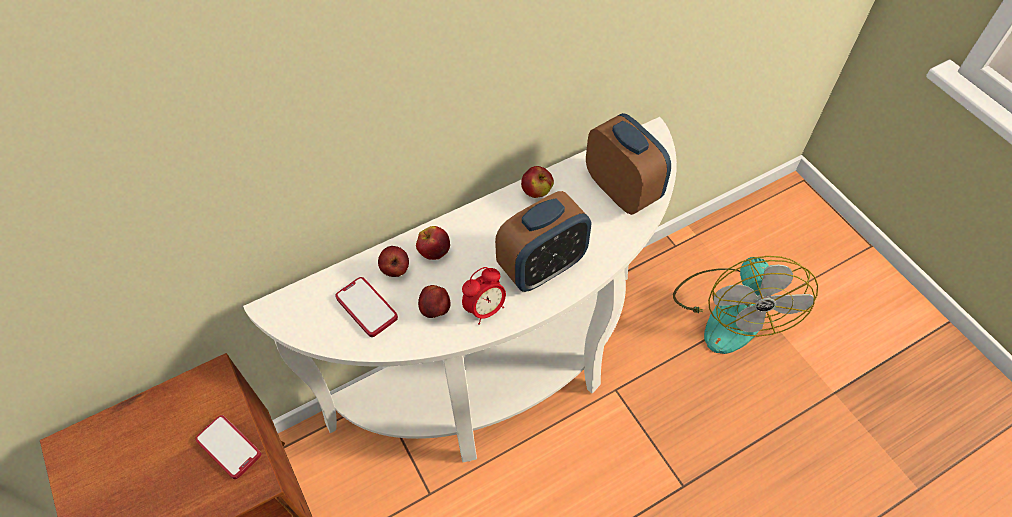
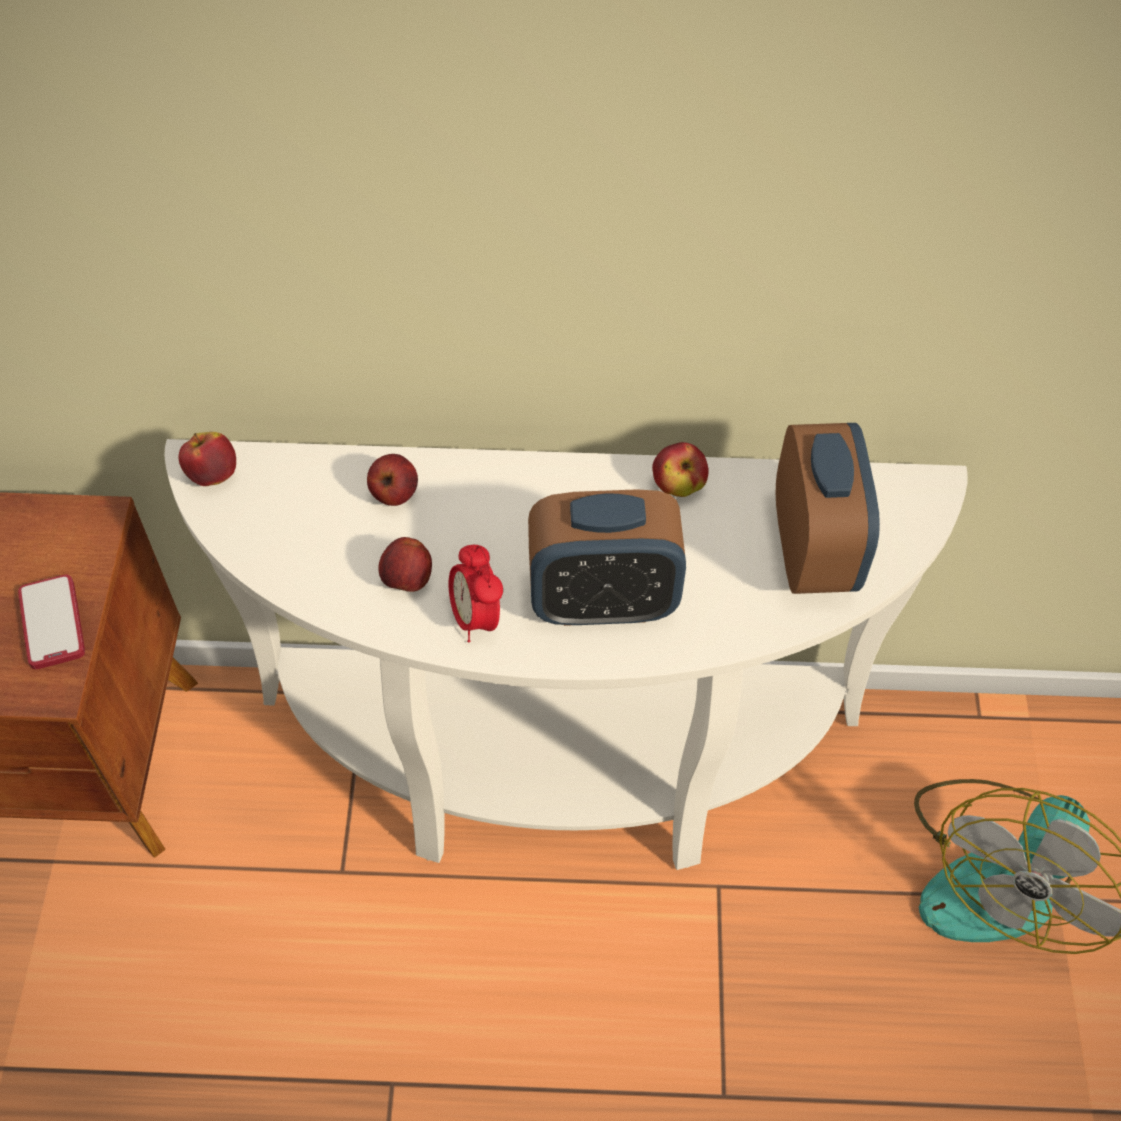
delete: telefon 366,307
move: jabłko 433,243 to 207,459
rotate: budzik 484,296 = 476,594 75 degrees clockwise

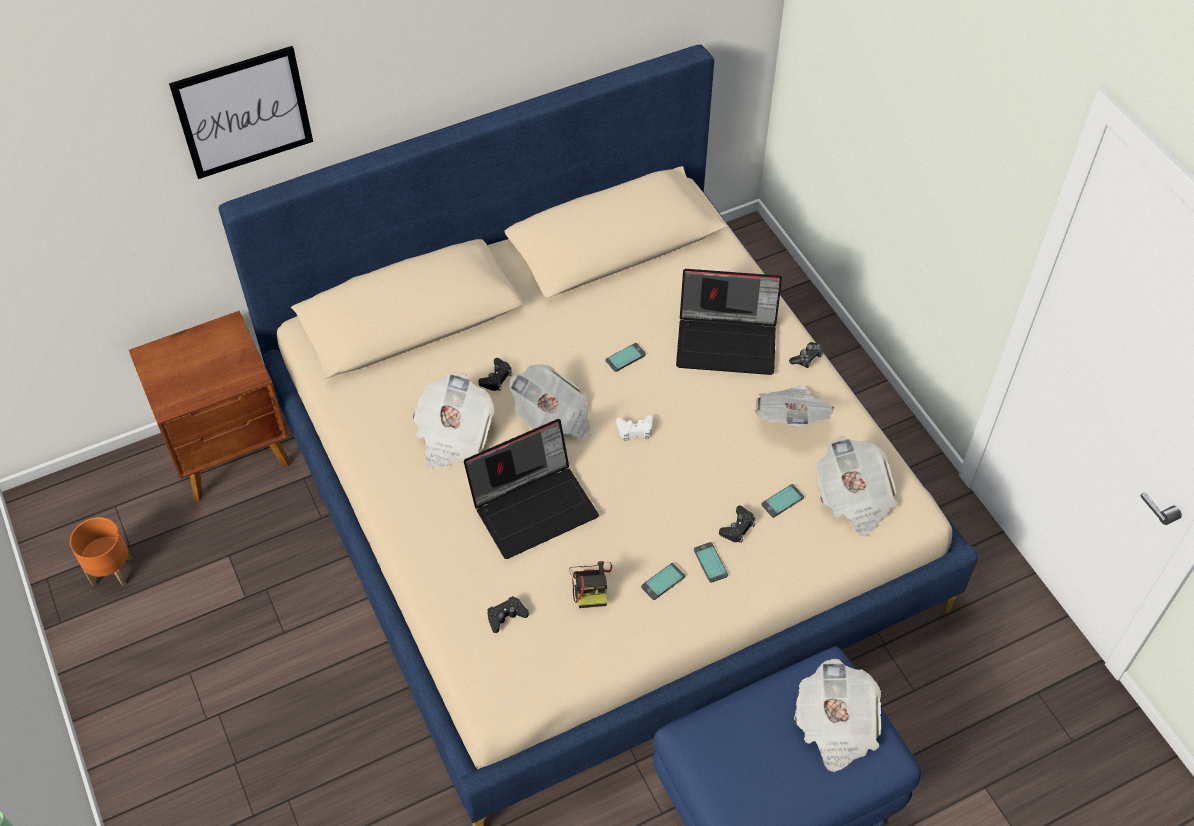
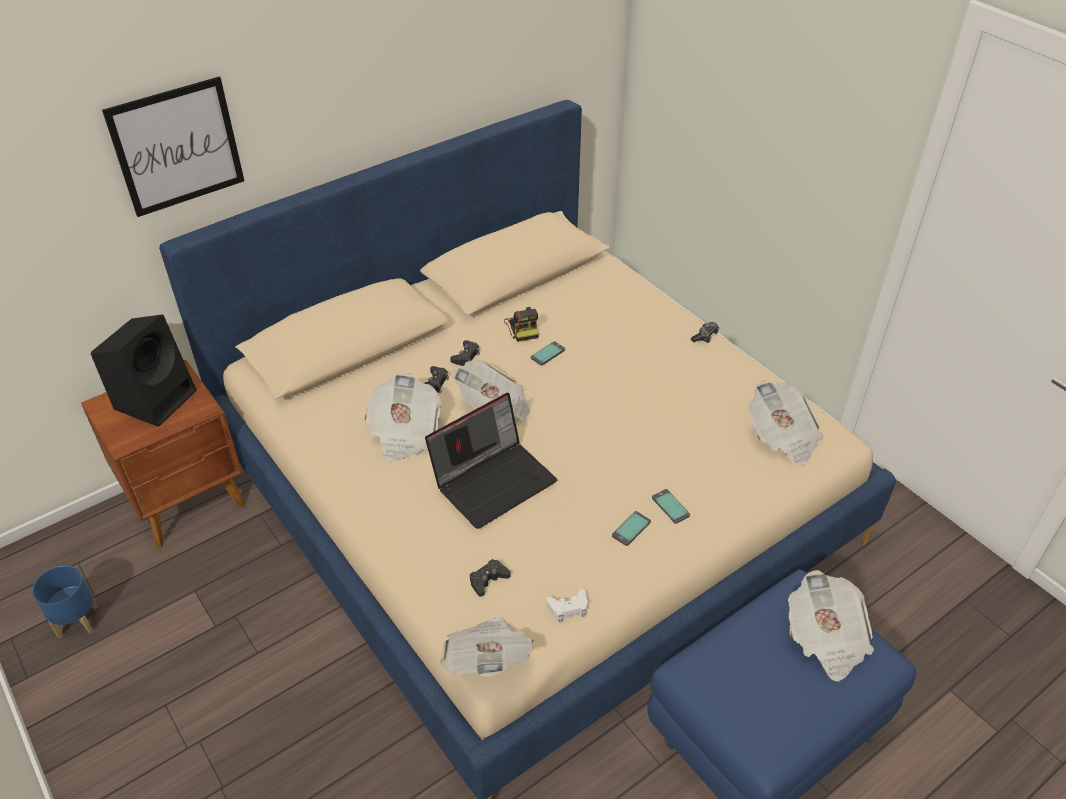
delete: laptop 729,322; telefon 782,501
insert: głośnik (czarny) 144,371
move: aparat fotograficzny 590,584 to 521,324; pad do gier (biały) 634,428 to 567,605; pad do gier (czarny) 737,524 to 465,353; gazeta 795,406 to 487,647
recolor: donica (pomarańczowy) 101,552 to donica (niebieski) 65,601

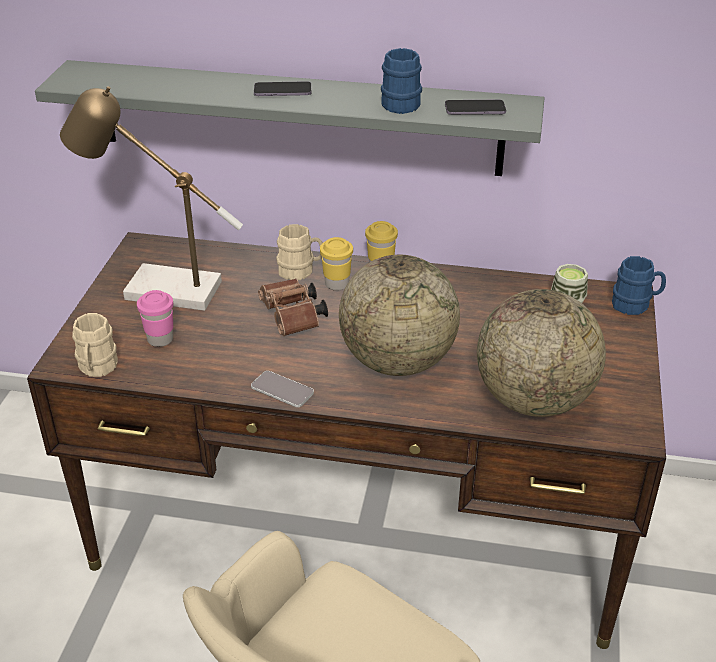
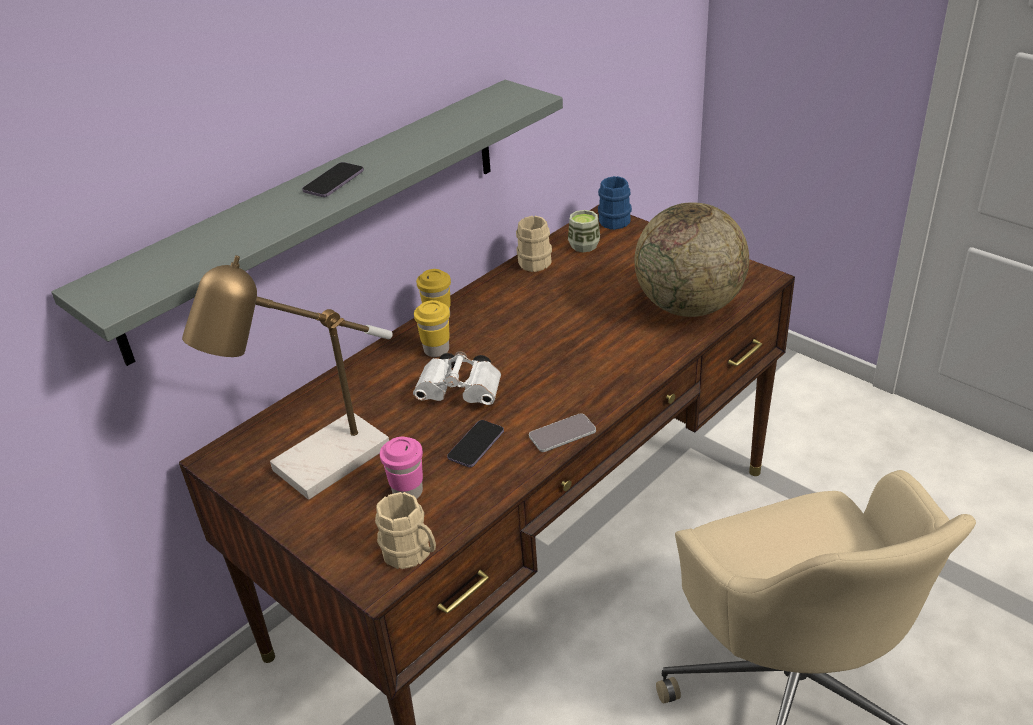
delete: globus 399,315; kubek (niebieski) 401,81
move: kubek (beżowy) 299,252 to 534,244; telefon 475,107 to 475,443
recolor: lornetka (brązowy) 293,307 to lornetka (biały) 457,378

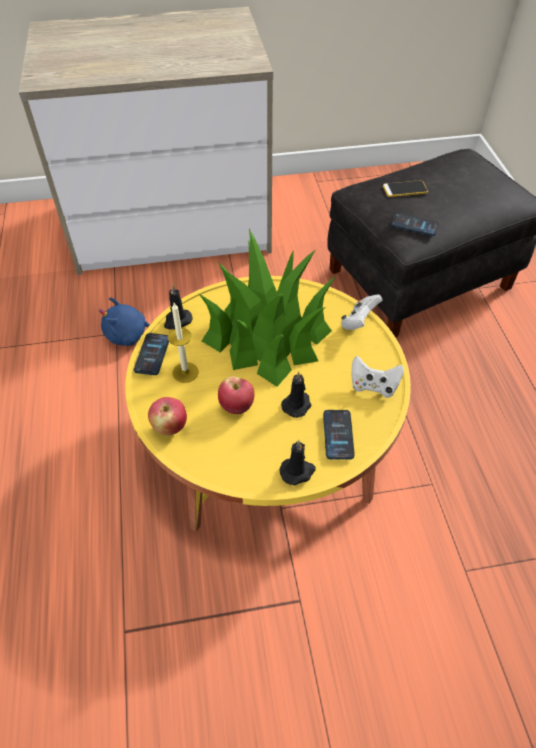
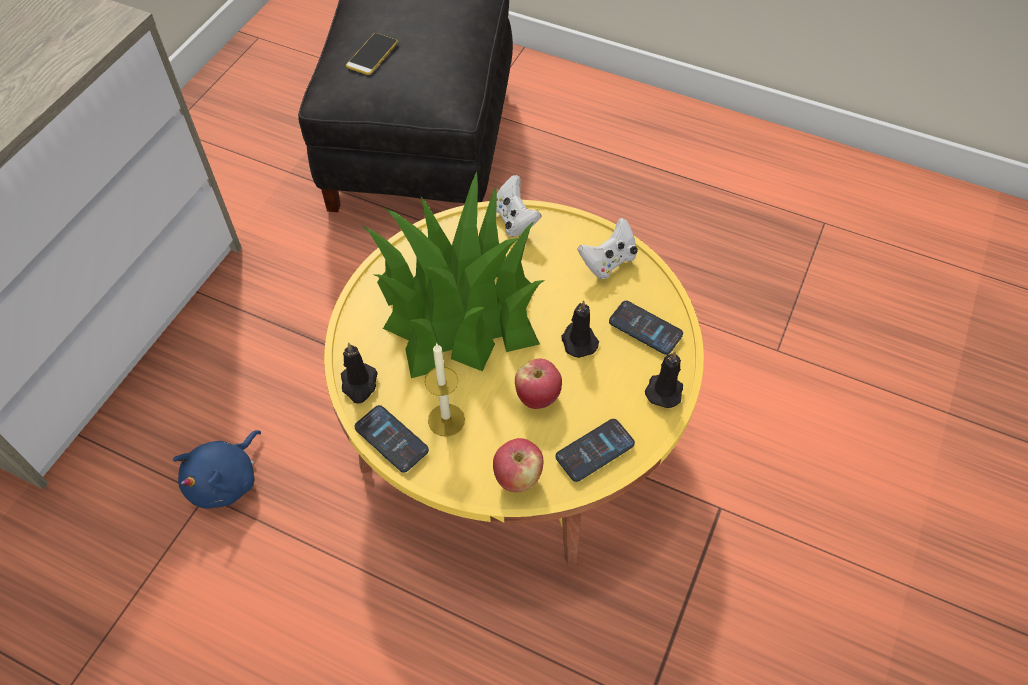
move: telefon 415,224 to 595,450

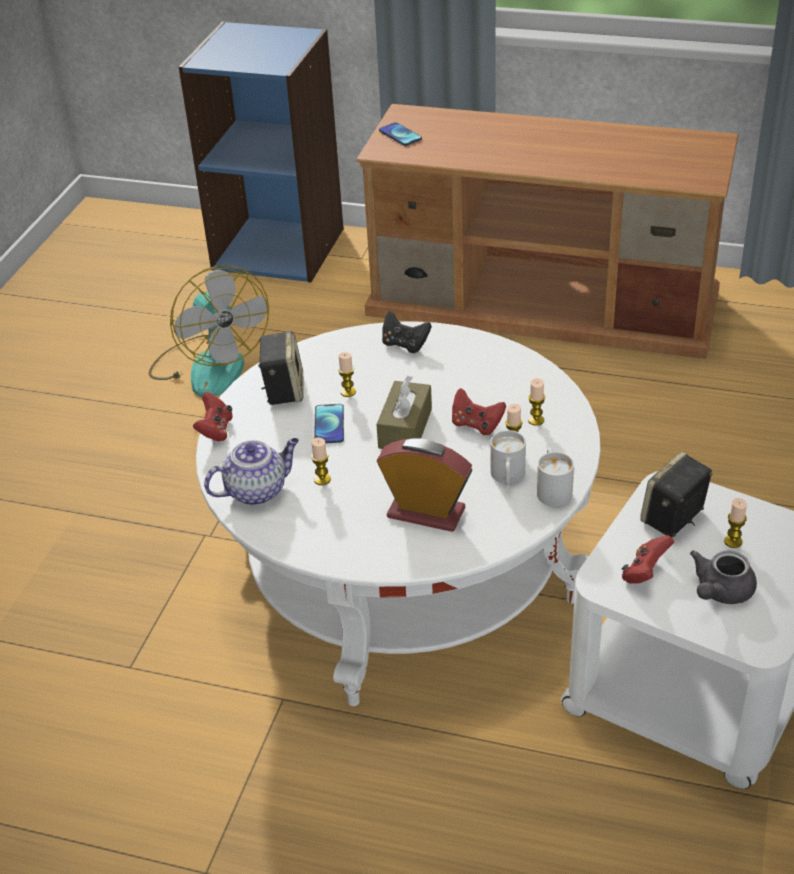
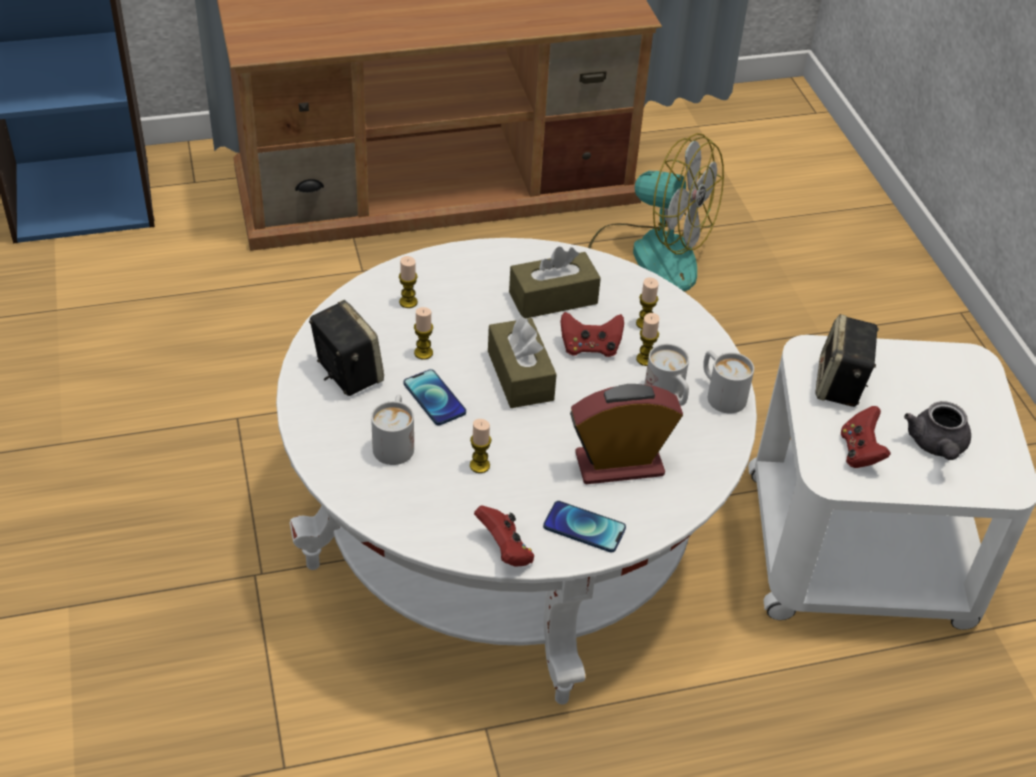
delete: imbryk 251,471; pad do gier (czarny) 407,332
insert: kubek (biały) 392,429; pudełko chusteczek (brązowy) 555,282
move: wentylator 208,331 to 656,212; pad do gier (czerwony) 212,417 to 504,536; telefon 400,134 to 584,527; świeca 735,523 to 408,282

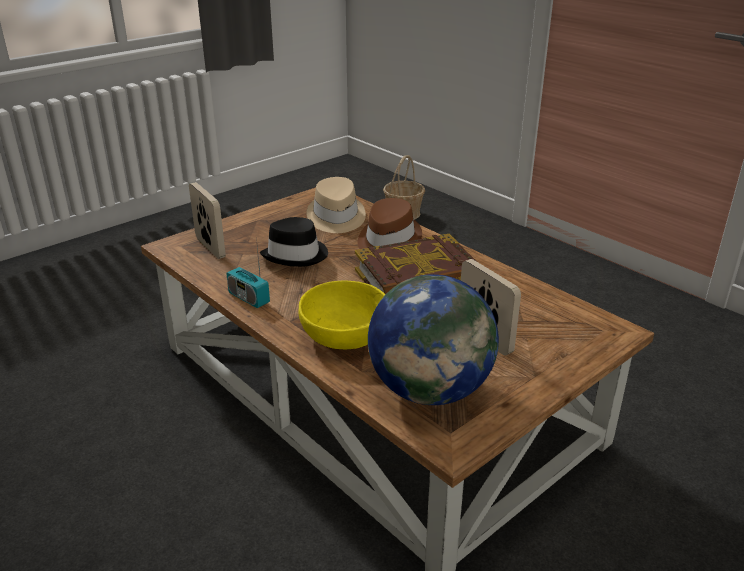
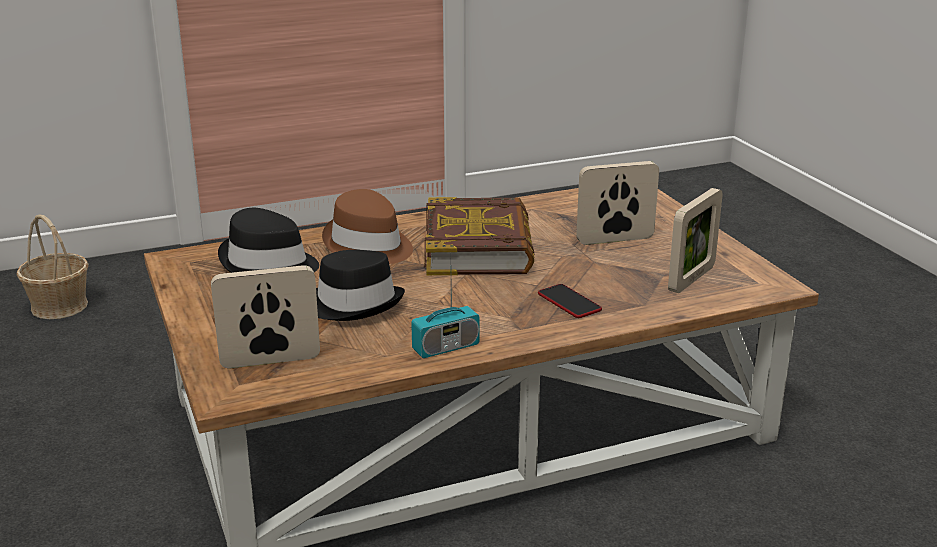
replace: miska (żółty) 342,315 to telefon 570,301; globus 433,339 to ramka na zdjęcie 695,240
recolor: kapelusz (beżowy) 336,205 to kapelusz (czarny) 268,240

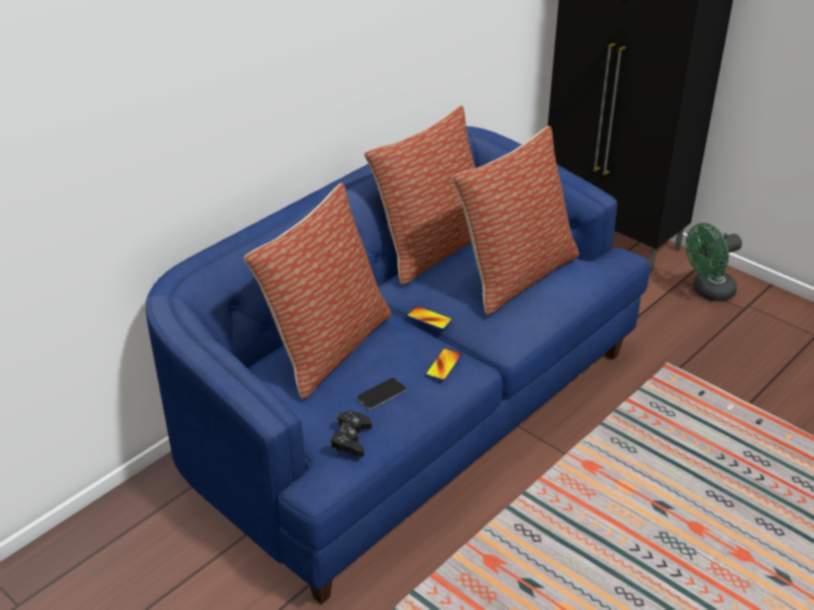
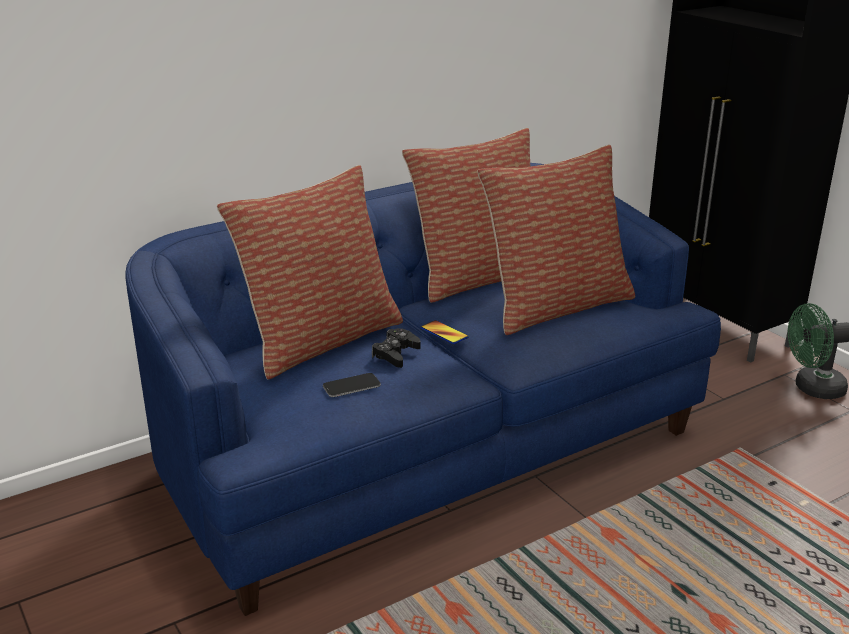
delete: telefon 444,364
move: pad do gier (czarny) 351,434 to 396,348

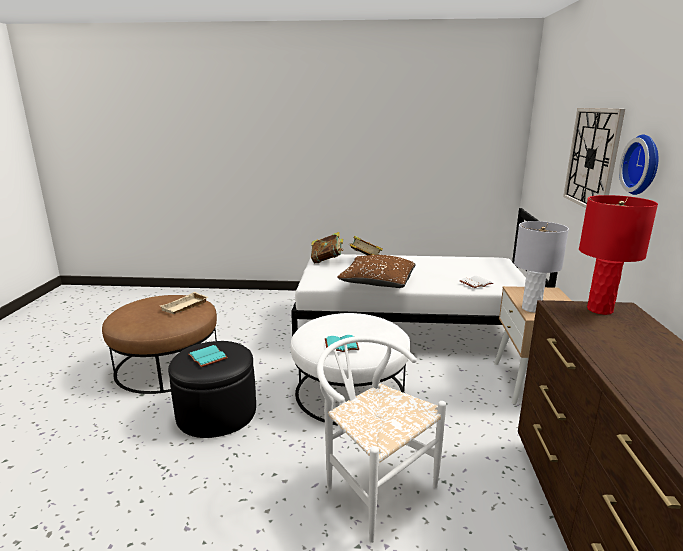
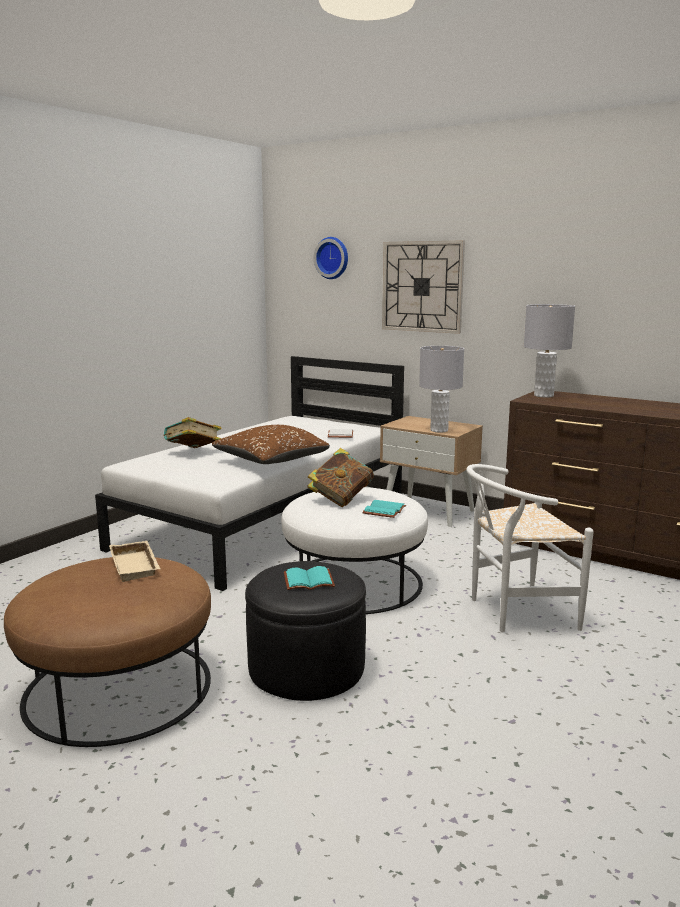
move: książka 327,247 to 340,477; zegar ścienny 638,165 to 331,258
recolor: lampa stołowa (czerwony) 618,255 to lampa stołowa (szary) 549,351

